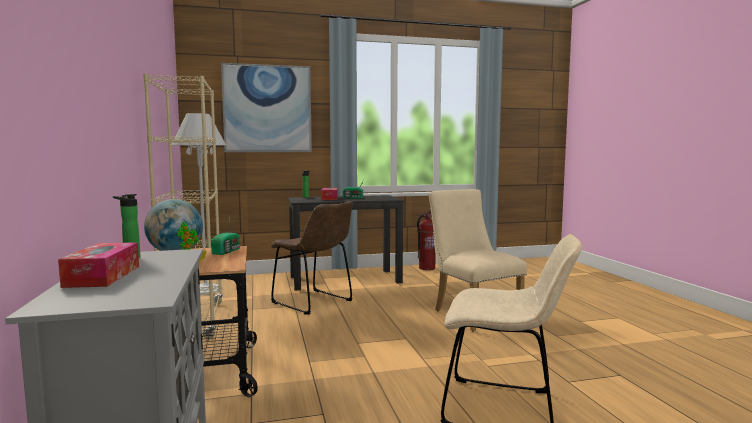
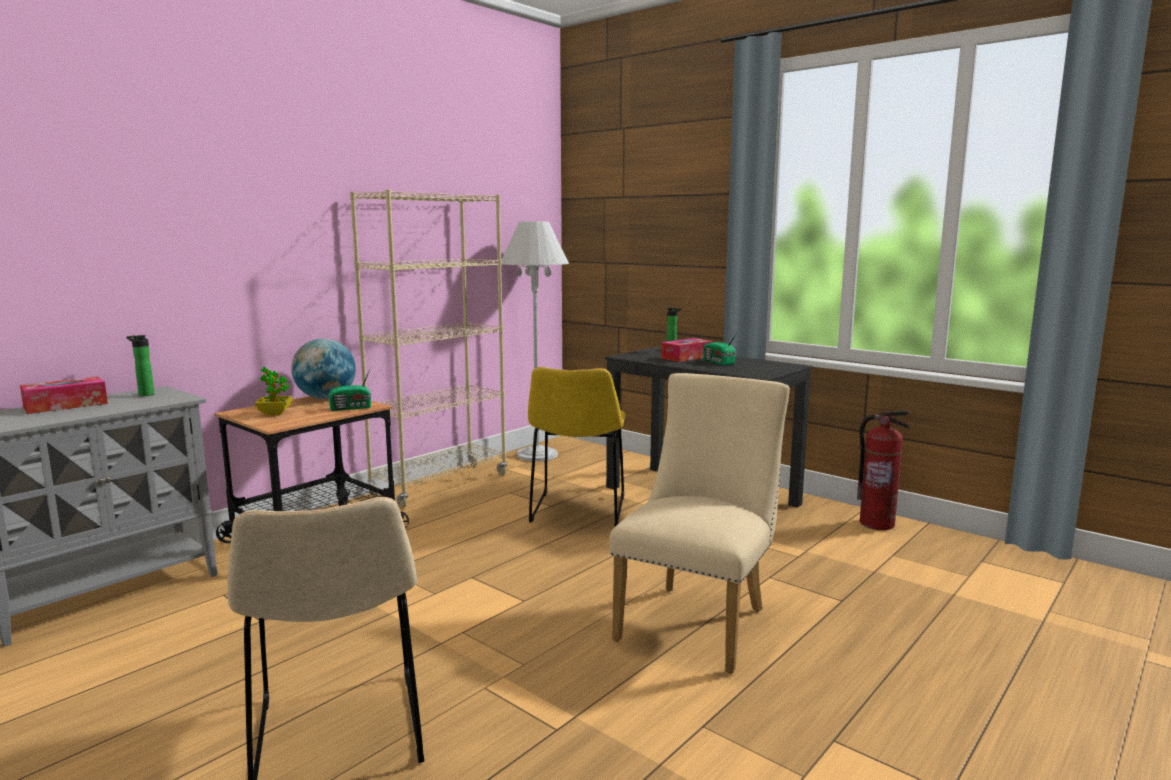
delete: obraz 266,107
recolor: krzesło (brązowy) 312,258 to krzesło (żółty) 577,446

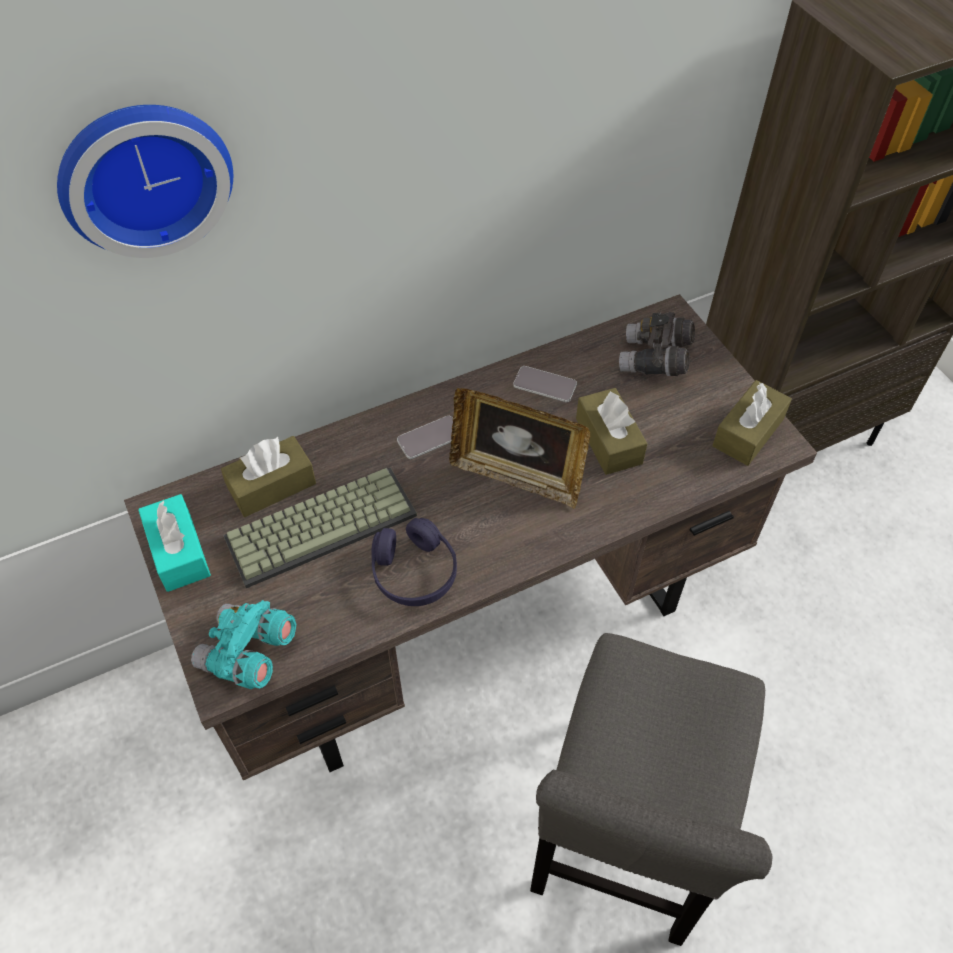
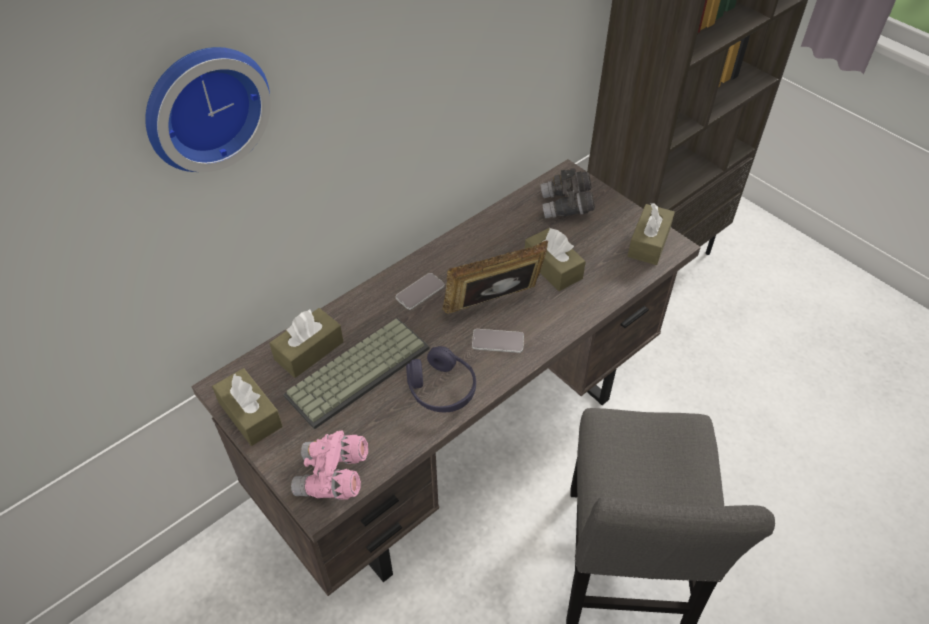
move: telefon 545,384 to 498,341
recolor: pudełko chusteczek (turkusowy) 174,543 to pudełko chusteczek (brązowy) 247,407; lornetka (turkusowy) 243,644 to lornetka (różowy) 329,465
rotate: ramka na zdjęcie 519,448 = 495,276 150 degrees clockwise

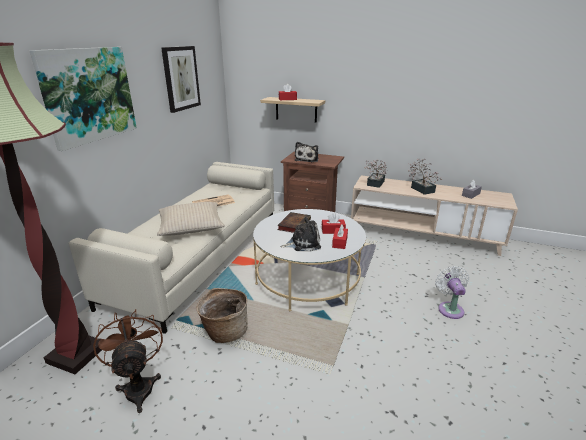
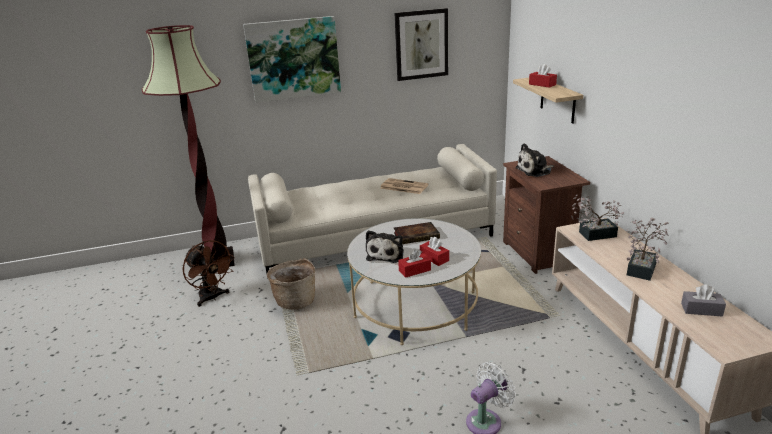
delete: poduszka (beżowy) 191,219
rotate: wentylator (brązowy) 128,361 = 208,273 105 degrees clockwise; pluszak 301,234 = 385,246 60 degrees clockwise

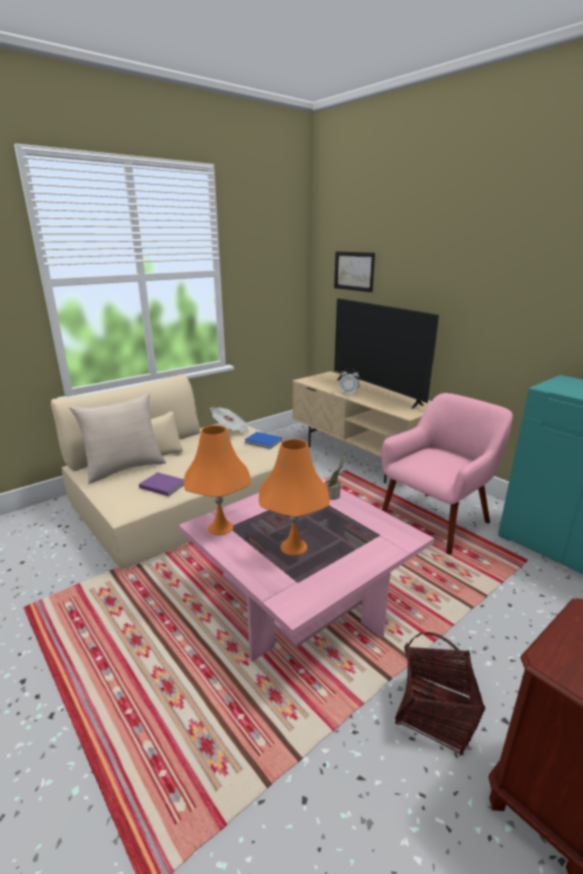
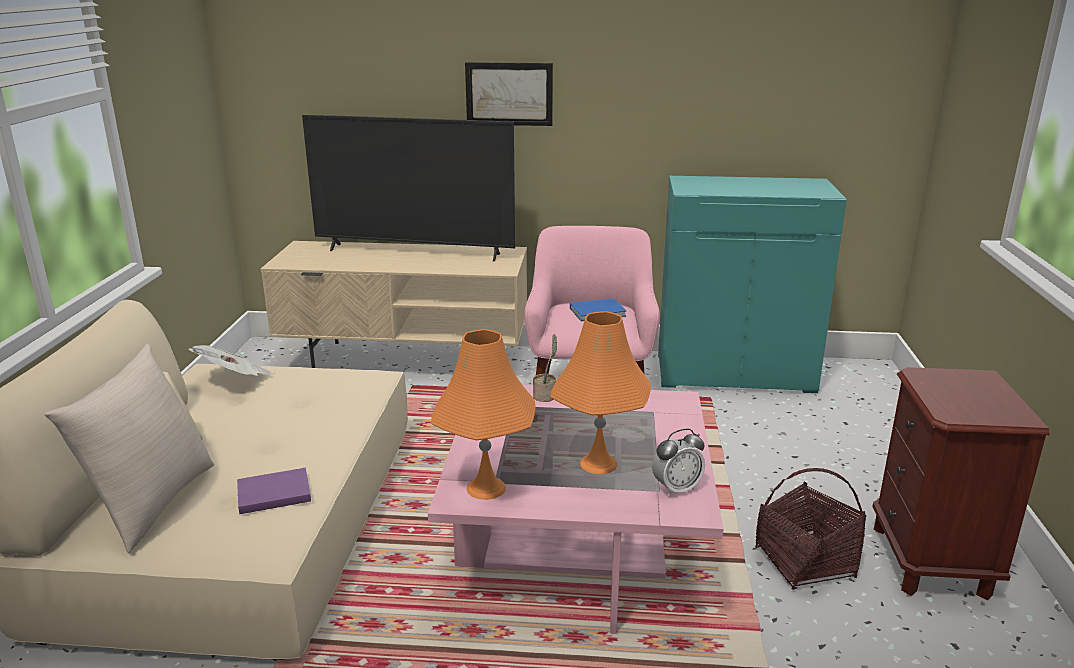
move: książka (niebieski) 263,440 to 598,309; obraz 354,271 to 509,94; budzik 349,381 to 678,462

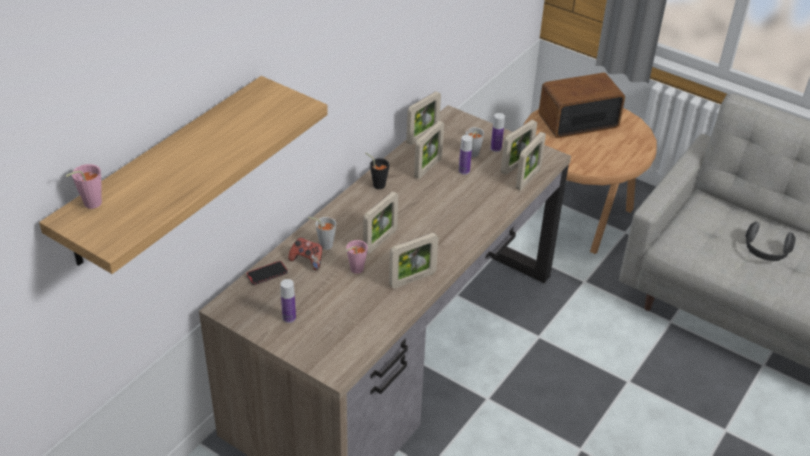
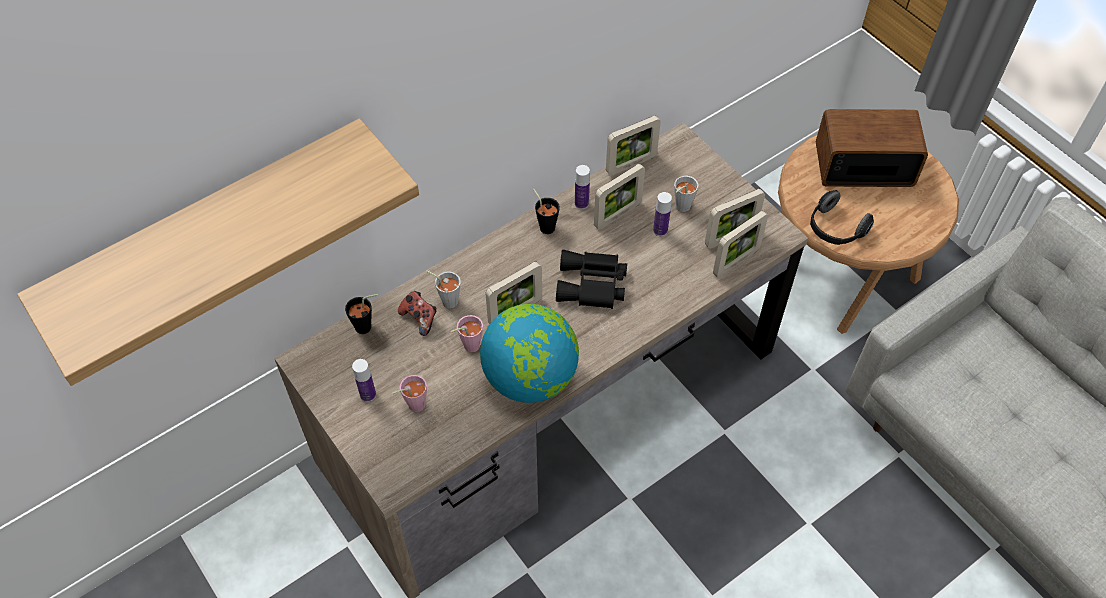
insert: lornetka (czarny) 591,279
move: filiżanka (różowy) 84,186 to 409,393; butelka 498,132 to 582,187; słuchawki 770,241 to 842,217
replace: telefon 267,273 to filiżanka (czarny) 361,314; ramka na zdjęcie 413,260 to globus 529,353

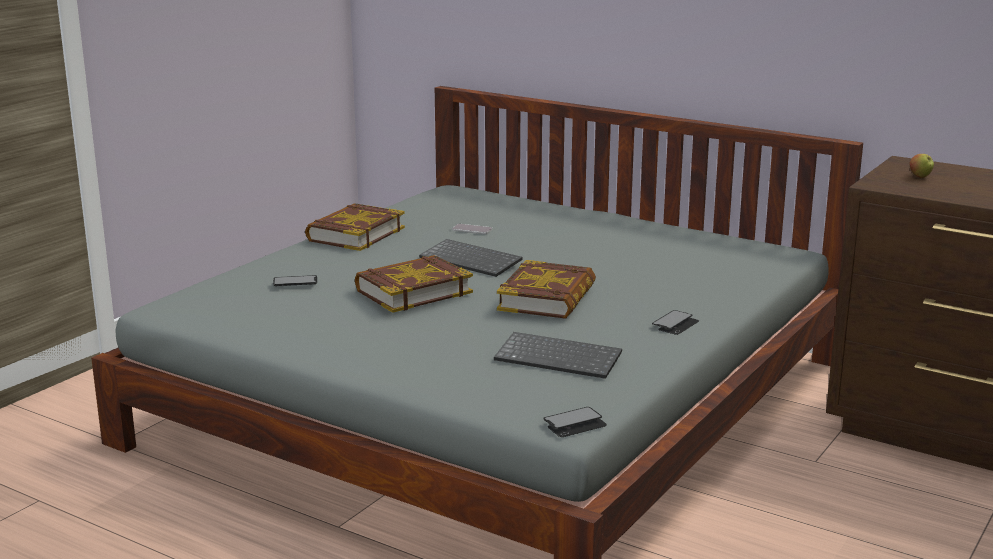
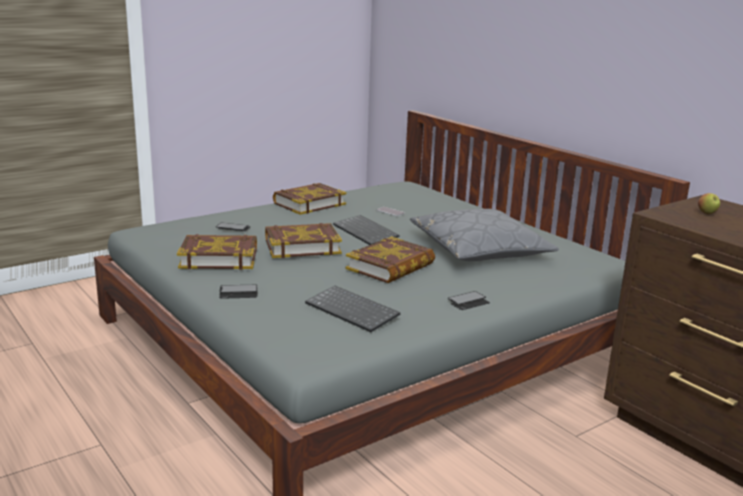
insert: książka 217,252; poduszka (szary) 484,235
move: telefon 575,422 to 238,292

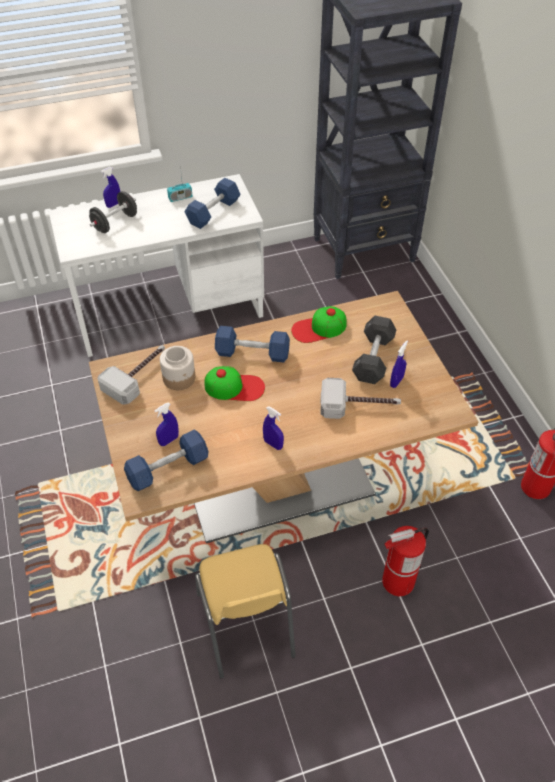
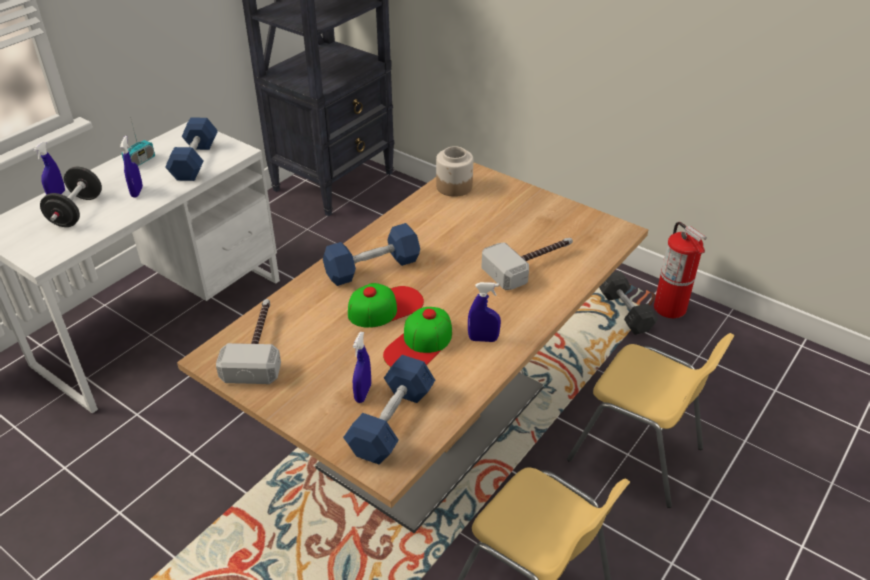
move: słoik 177,368 to 454,171; czapka z daszkiem 318,324 to 417,337; hantel (szary) 374,350 to 628,303; spryskiwacz (niebieski) 399,364 to 131,166
replace: gaśnica 405,561 to krzesło (żółty) 650,420

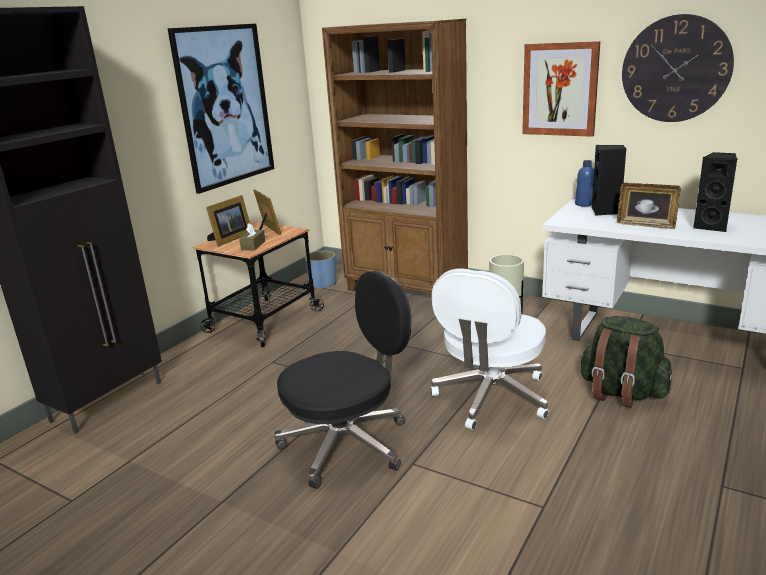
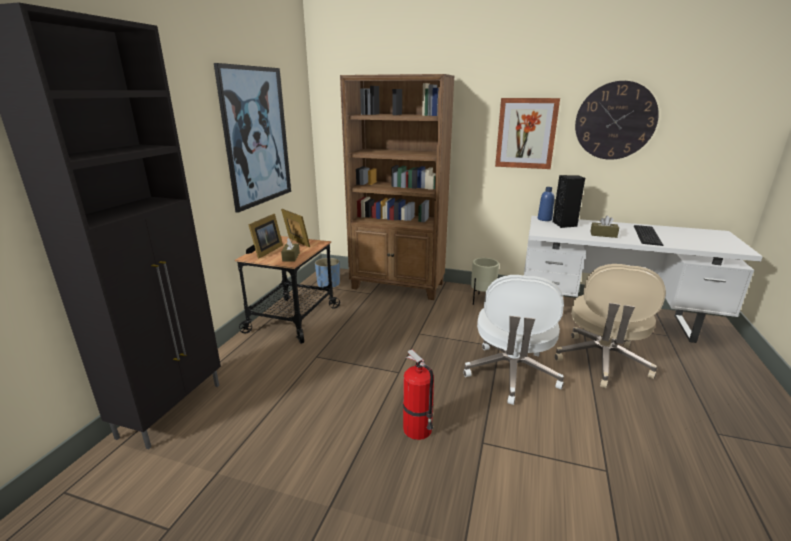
replace: krzesło biurowe (czarny) 342,380 to gaśnica 418,394; plecak (zielony) 626,362 to krzesło biurowe (beżowy) 610,326; ramka na zdjęcie 649,206 to pudełko chusteczek (brązowy) 604,226; głośnik (czarny) 715,192 to klawiatura 649,235

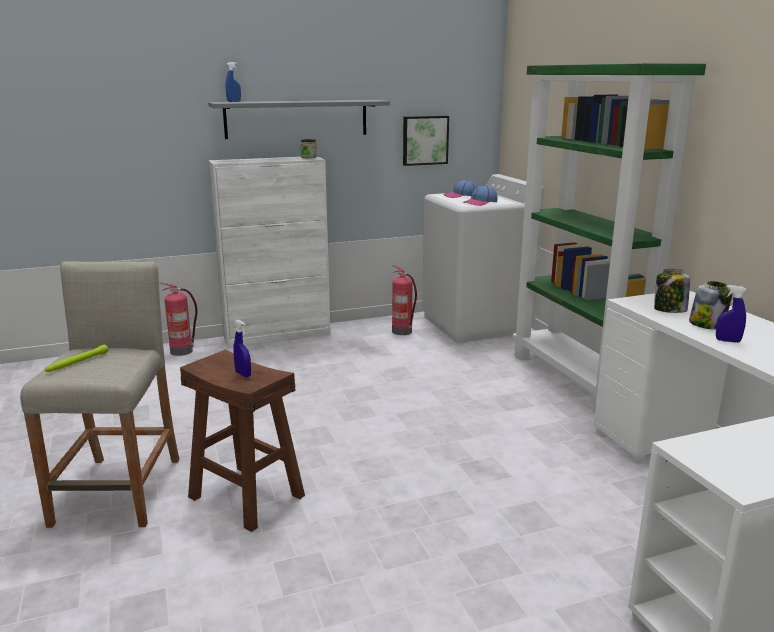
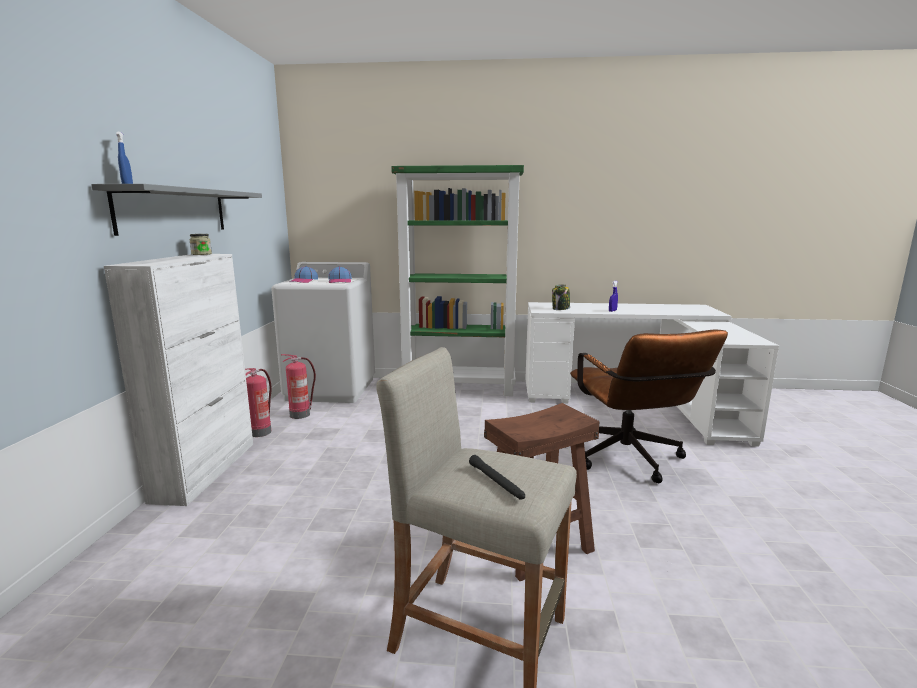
delete: spryskiwacz (niebieski) 242,348; obraz 426,141; słoik 711,305
insert: krzesło biurowe (brązowy) 649,406
move: gaśnica 178,319 to 258,402
recolor: latarka (zielony) 76,358 to latarka (czarny) 497,477

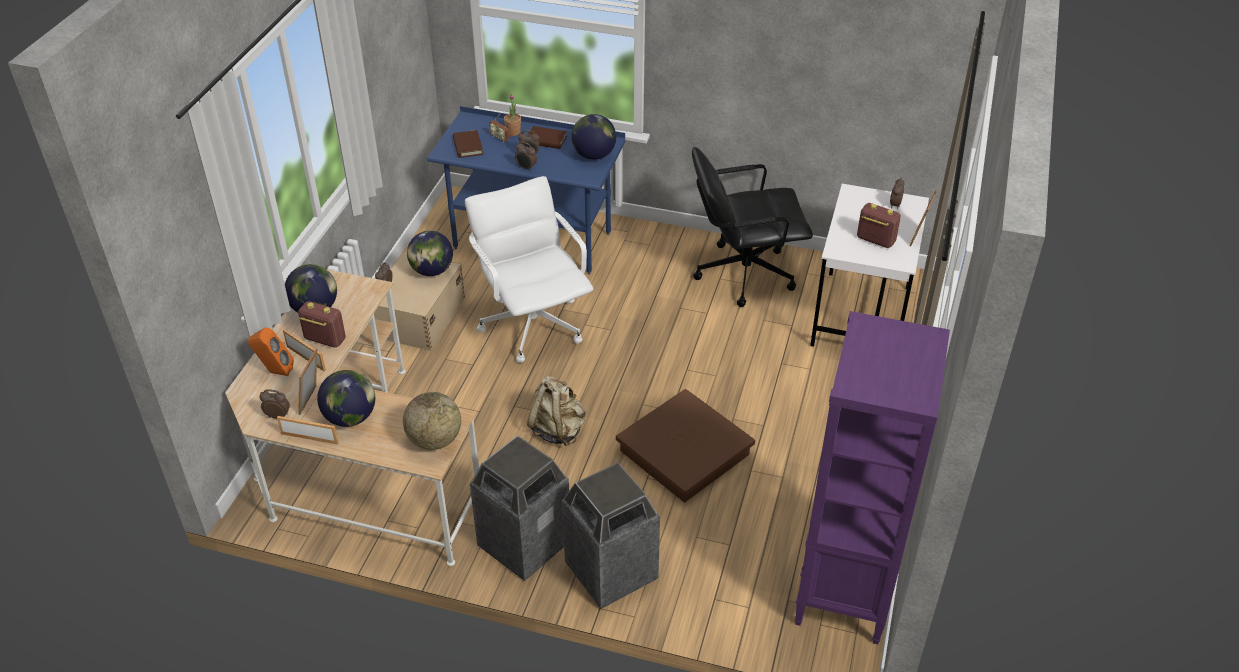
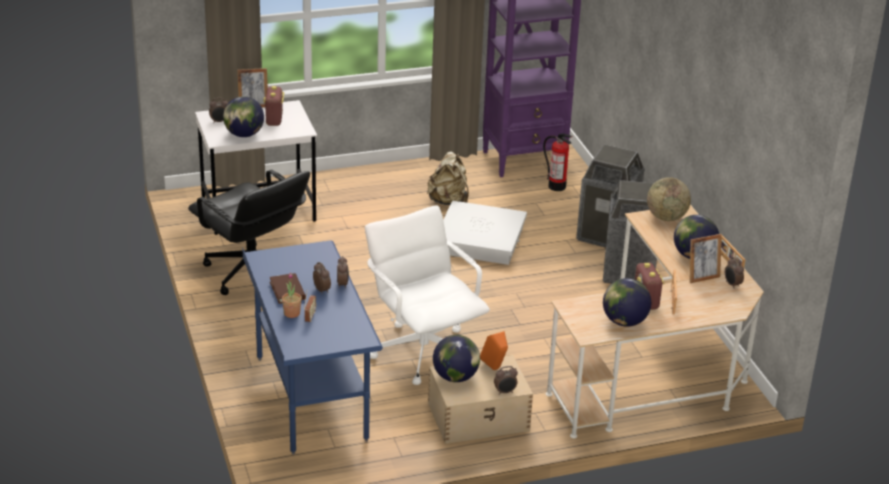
delete: książka (brązowy) 468,144
insert: gaśnica 558,162
move: głośnik (pomarańczowy) 271,352 to 494,350; plecak (beżowy) 556,411 to 448,178; globus 593,137 to 243,116
recolor: pojemnik do przechowywania (brązowy) 685,446 to pojemnik do przechowywania (biały) 485,233
rotate: krzesło biurowe (biały) 529,269 = 427,295 120 degrees clockwise

